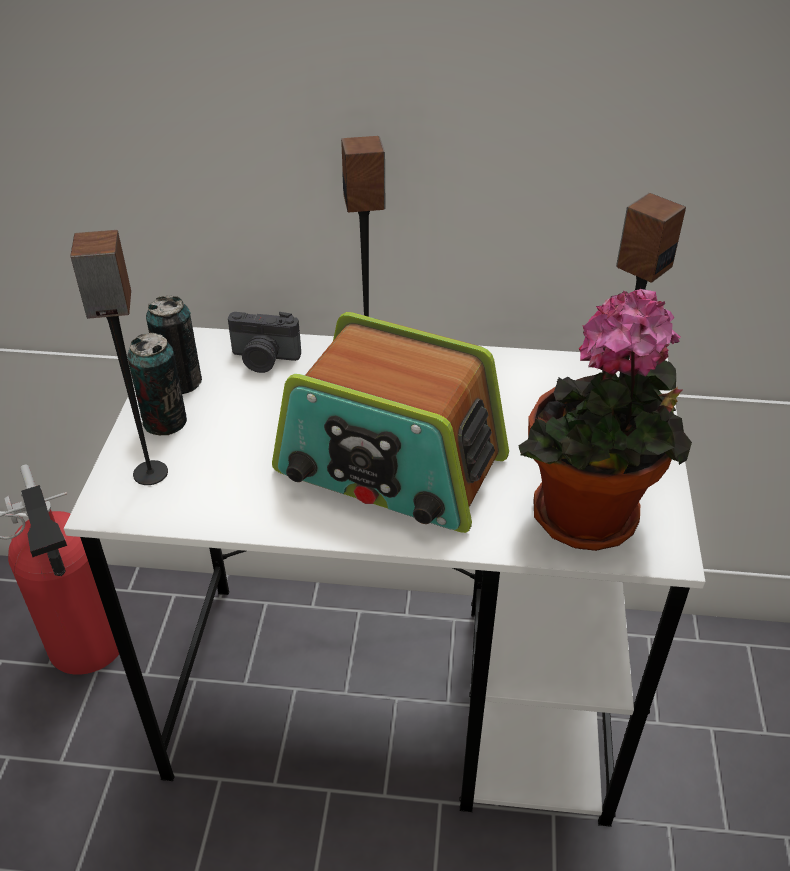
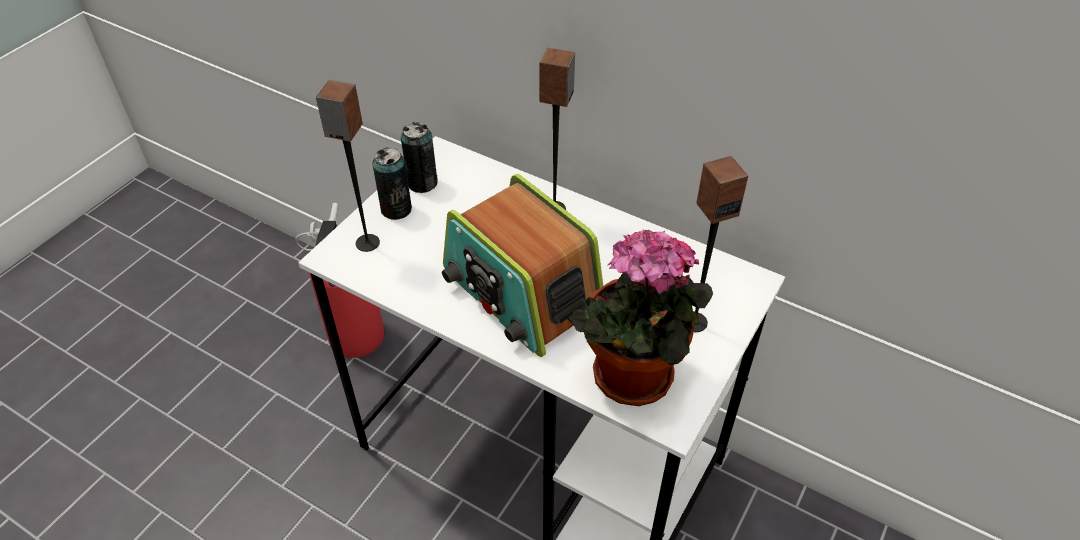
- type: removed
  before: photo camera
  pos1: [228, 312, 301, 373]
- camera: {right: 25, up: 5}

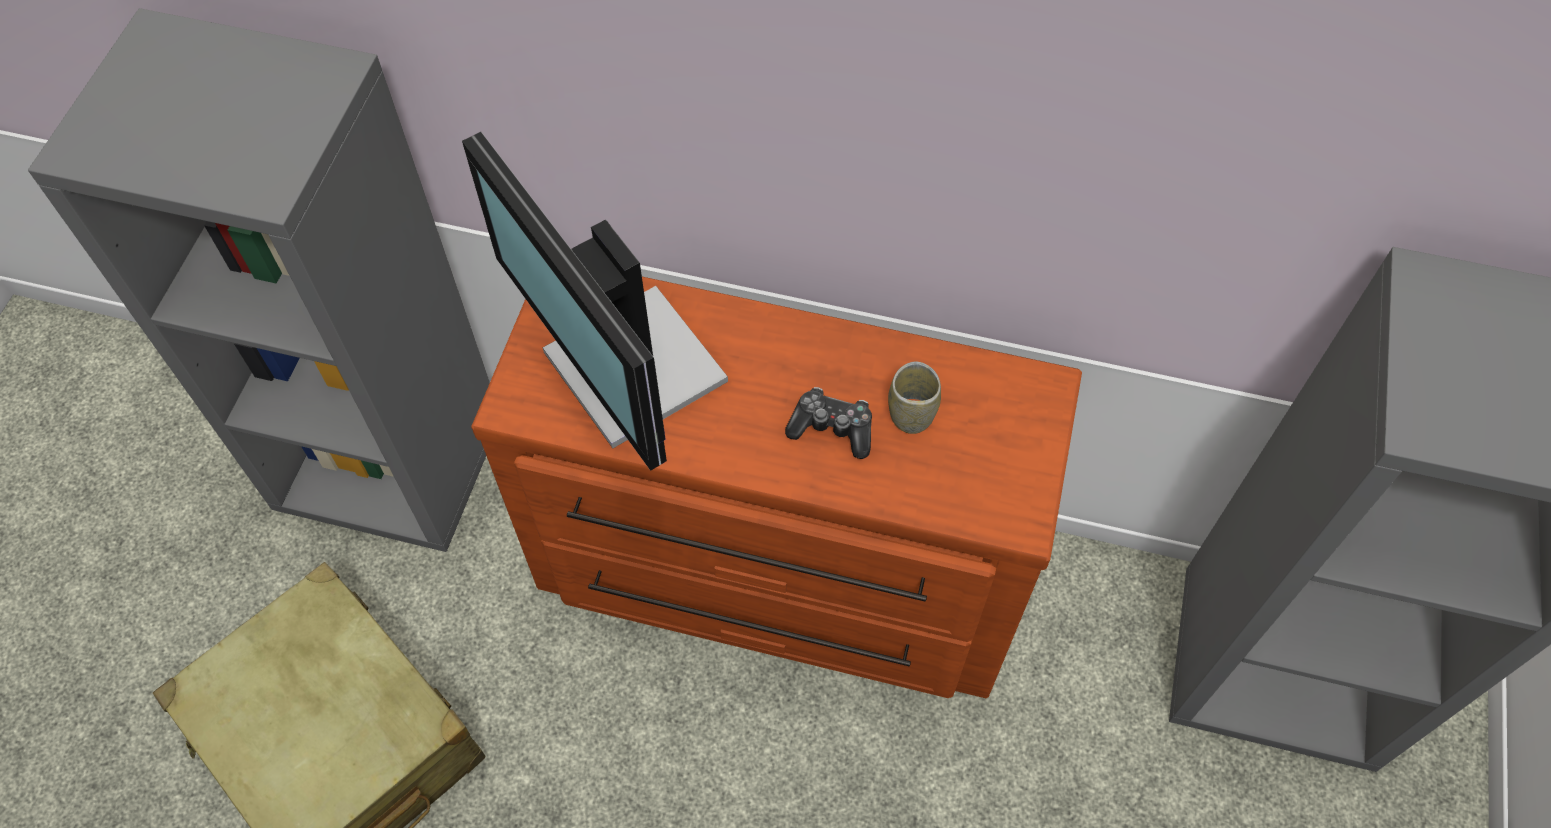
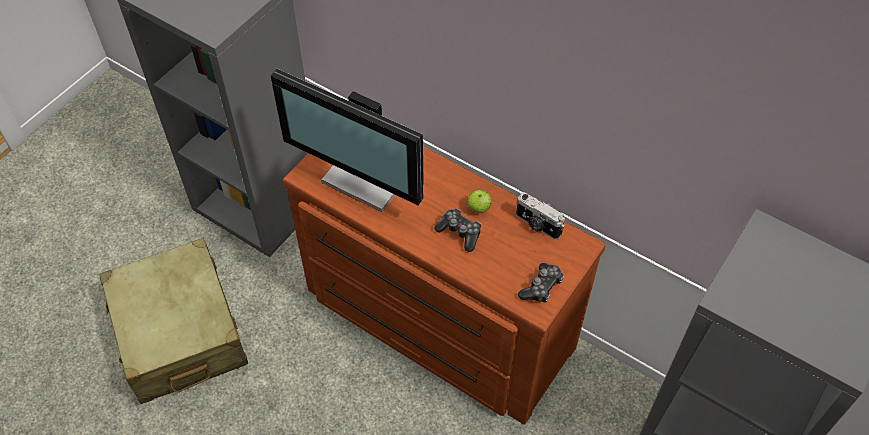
- type: turned
  before: monitor
  pos1: [462, 132, 728, 471]
  pos2: [271, 69, 424, 212]
  turn: -45
- type: added
  after: apple
  pos2: [467, 190, 492, 213]
- type: added
  after: photo camera
  pos2: [516, 192, 565, 240]
- type: added
  after: joypad
  pos2: [518, 263, 564, 303]
- type: removed
  before: drinking cup
  pos1: [888, 362, 941, 434]
- camera: {right: 20, up: -5}

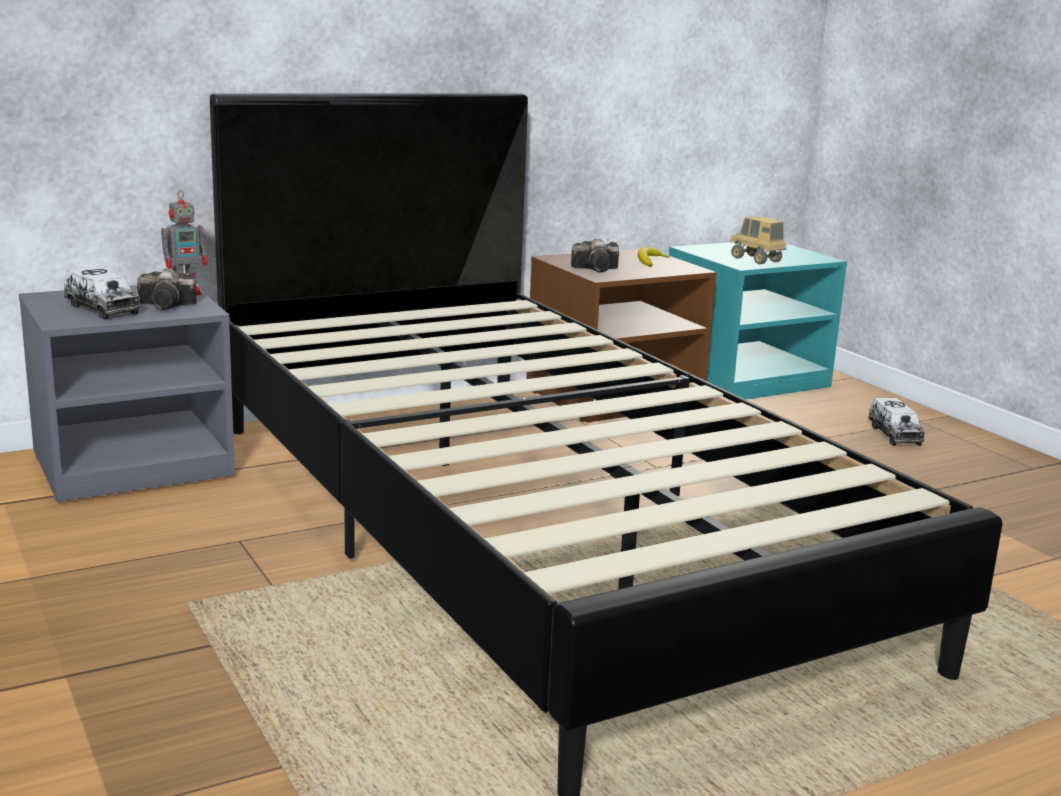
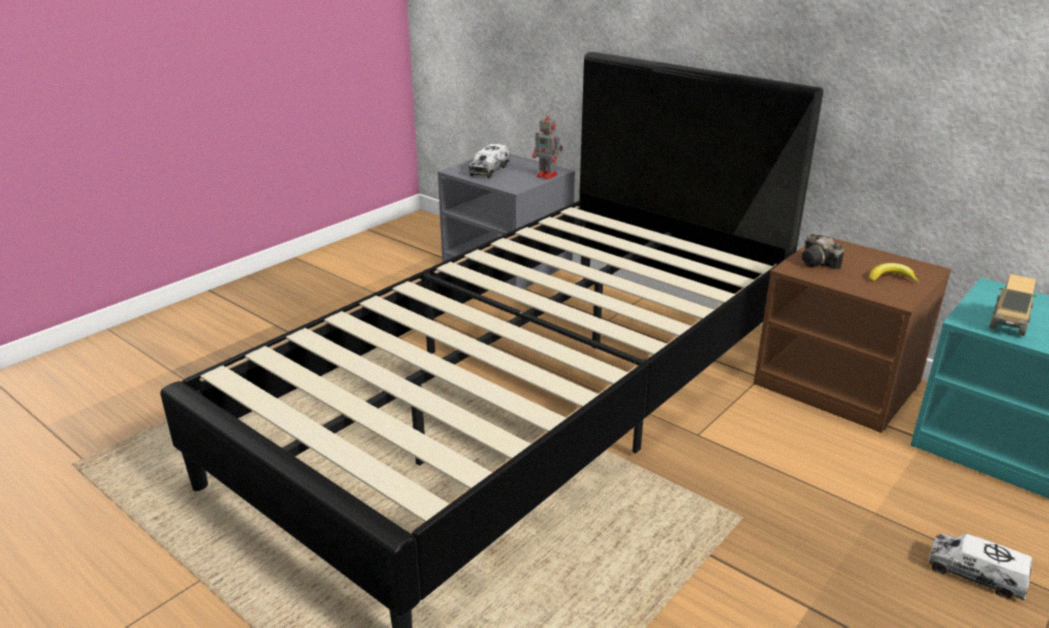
- type: turned
  before: toy lorry
  pos1: [868, 398, 925, 446]
  pos2: [929, 534, 1032, 600]
  turn: 60
- type: removed
  before: photo camera
  pos1: [137, 269, 197, 310]
- camera: {right: 70, up: 10}

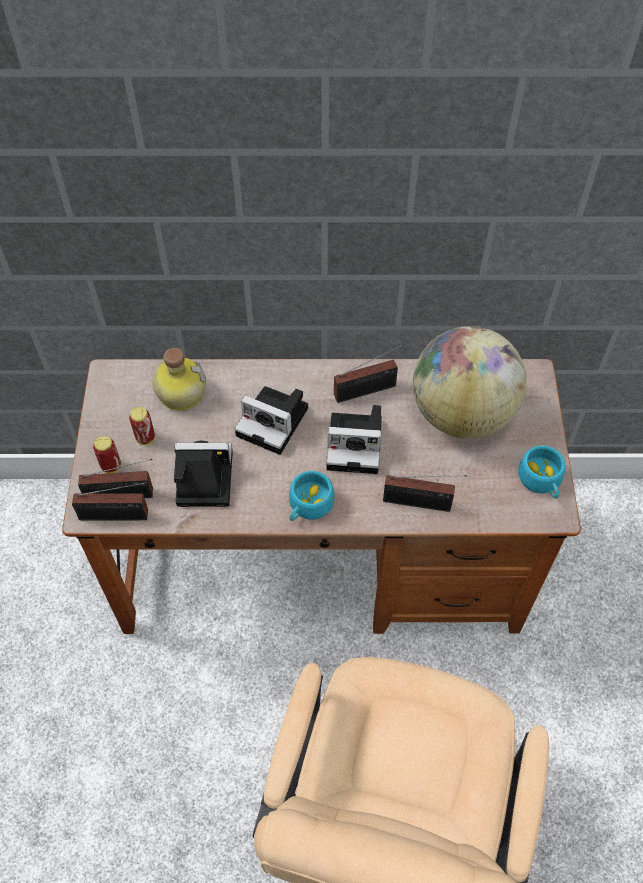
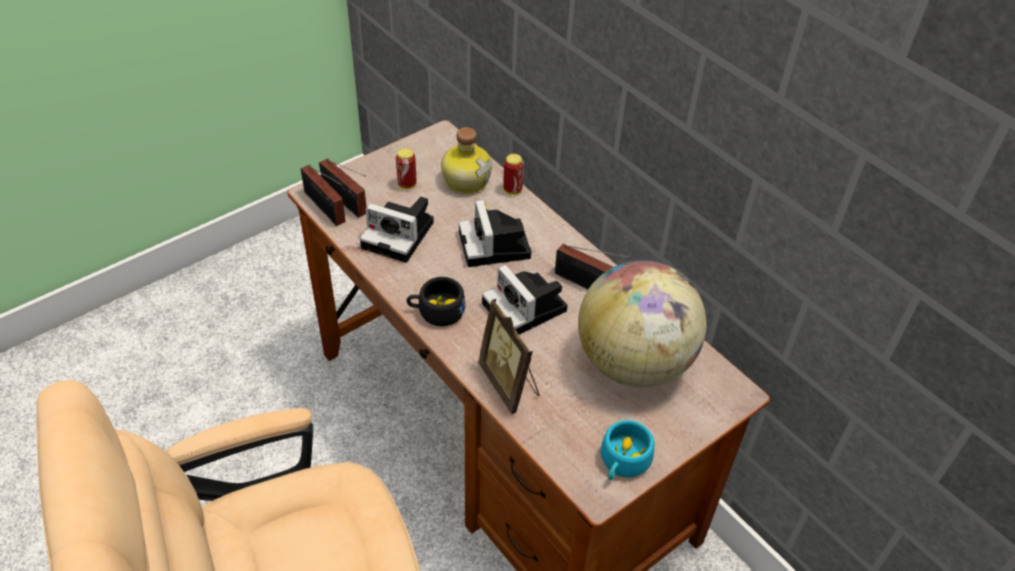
- type: turned
  before: photo camera
  pos1: [174, 440, 233, 507]
  pos2: [360, 197, 434, 263]
  turn: 150
- type: recoloured
  before: turquoise-coloured drinking cup
  after: black drinking cup
  pos1: [289, 471, 334, 521]
  pos2: [407, 277, 465, 326]
- type: replaced
  before: radio receiver
  after: photo frame
  pos1: [383, 475, 467, 512]
  pos2: [478, 299, 539, 414]
- type: moved
  before: can
  pos1: [93, 436, 121, 473]
  pos2: [503, 154, 524, 195]
- camera: {right: 50, up: -10}

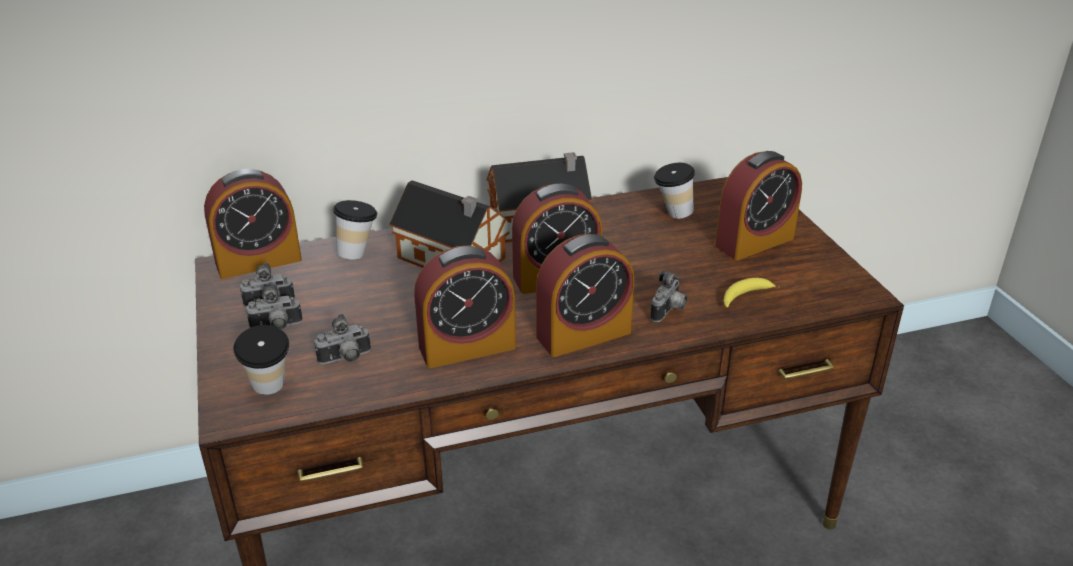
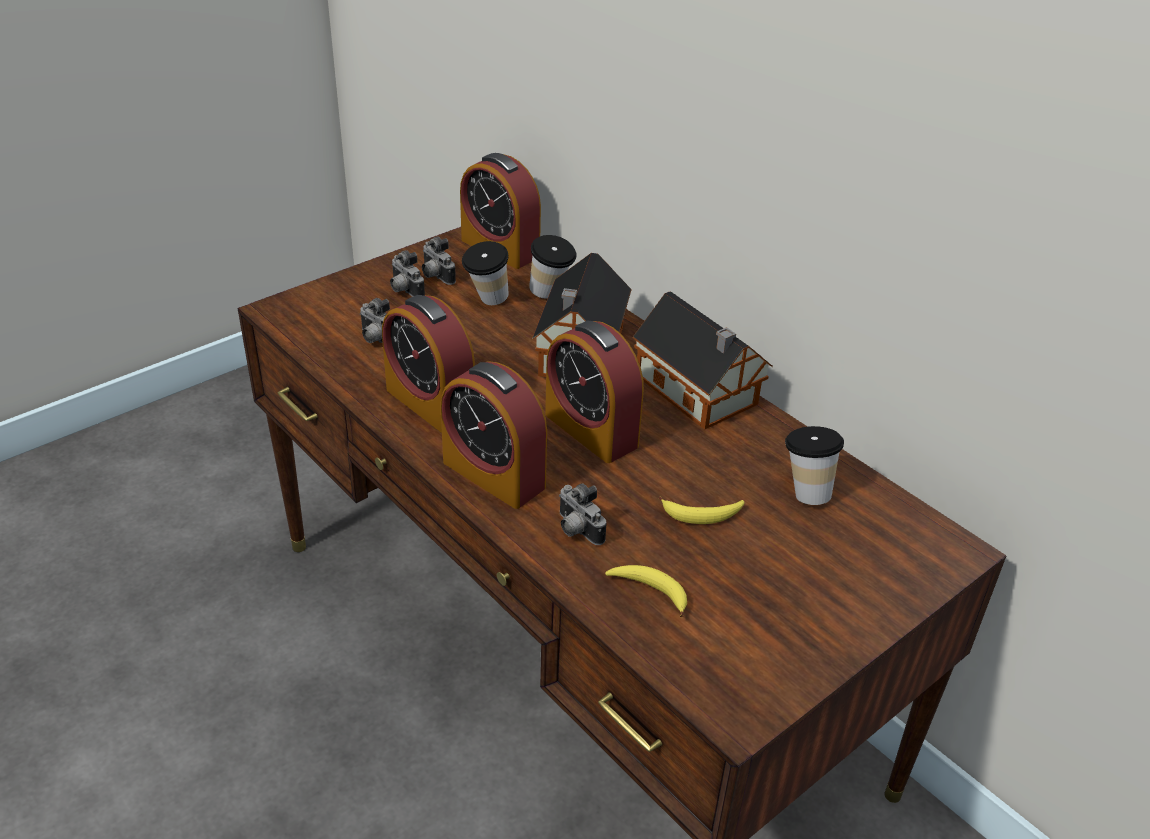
- type: moved
  before: drinking cup
  pos1: [233, 325, 289, 395]
  pos2: [462, 241, 509, 305]
- type: turned
  before: photo camera
  pos1: [650, 270, 687, 322]
  pos2: [559, 483, 606, 545]
  turn: 45
- type: added
  after: banana fruit
  pos2: [659, 496, 745, 524]
- type: removed
  before: table clock
  pos1: [715, 151, 802, 260]
- camera: {right: 65, up: 5}

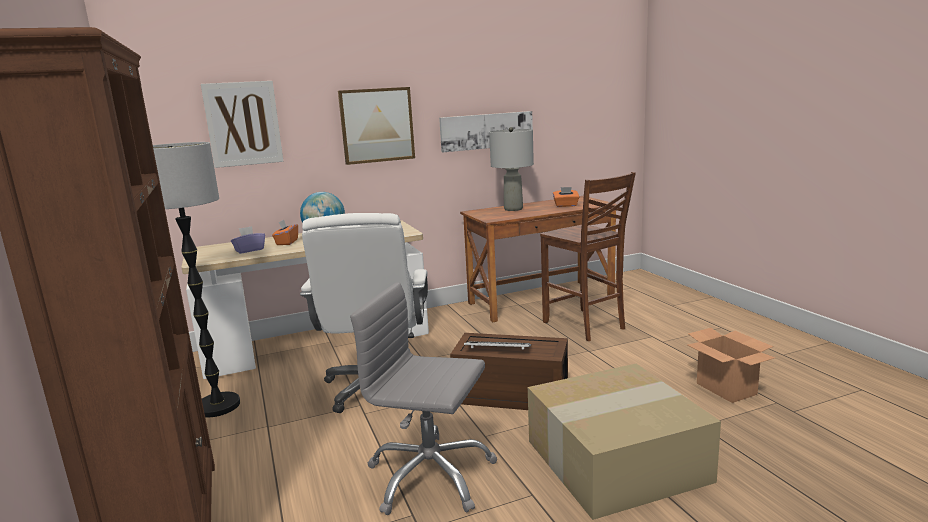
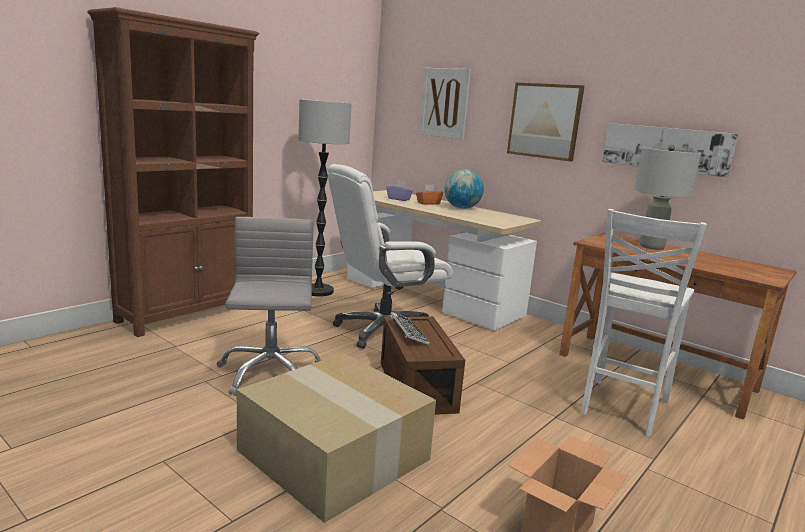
- type: recoloured
  before: brown-coloured plain chair
  after: white-coloured plain chair
  pos1: [540, 172, 636, 341]
  pos2: [581, 209, 706, 436]
- type: removed
  before: orange tissue box
  pos1: [553, 187, 579, 207]
- camera: {right: 60, up: 0}

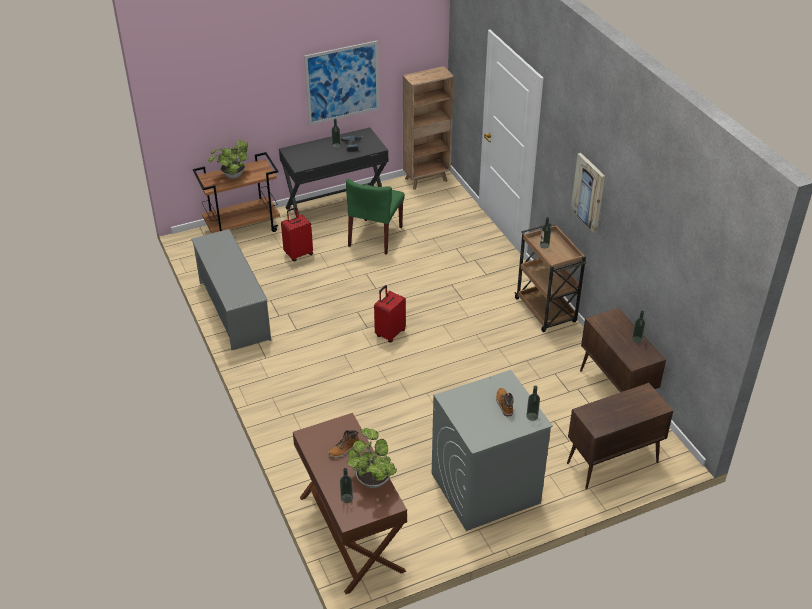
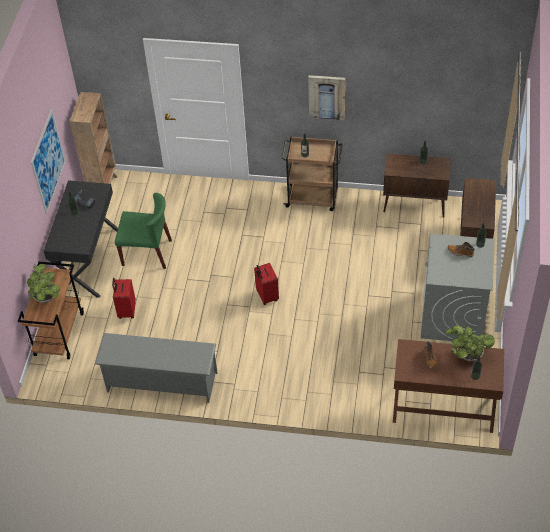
- type: turned
  before: greenish plain chair
  pos1: [346, 179, 405, 255]
  pos2: [115, 193, 172, 269]
  turn: -45
- camera: {right: -55, up: 10}

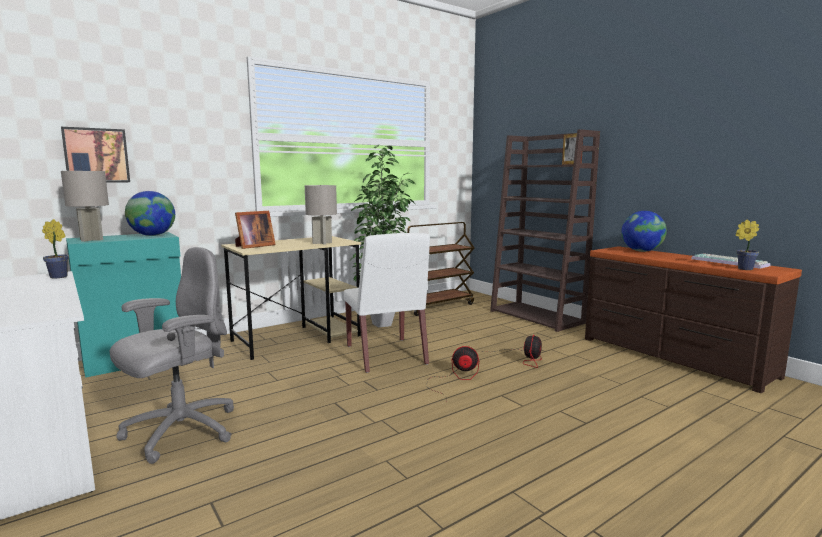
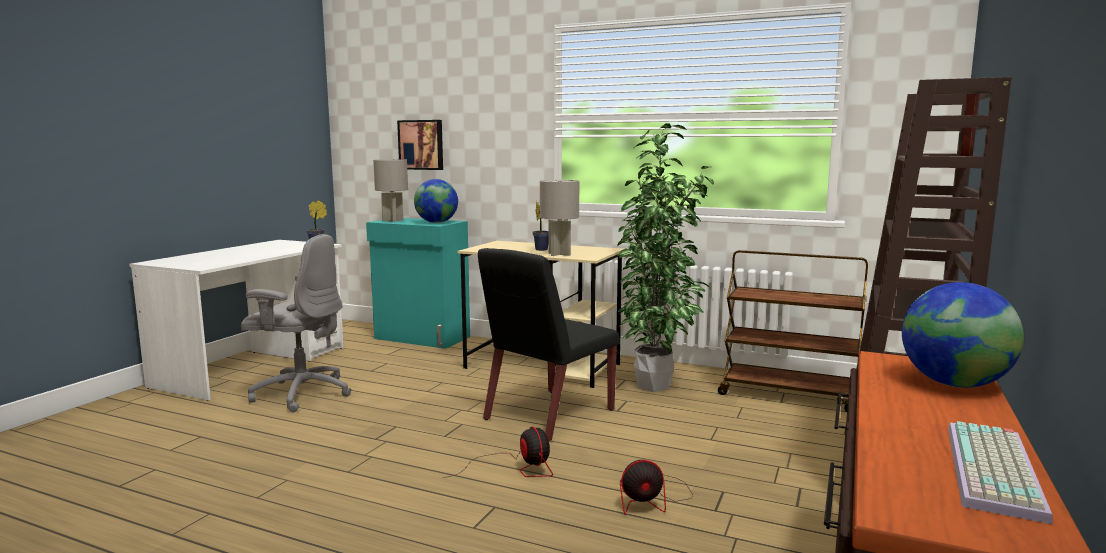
- type: recoloured
  before: white-coloured plain chair
  after: black plain chair
  pos1: [343, 233, 430, 373]
  pos2: [478, 248, 620, 442]
- type: moved
  before: houseplant
  pos1: [736, 220, 759, 270]
  pos2: [532, 201, 548, 251]
- type: removed
  before: photo frame
  pos1: [235, 211, 276, 249]
- camera: {right: 60, up: 0}

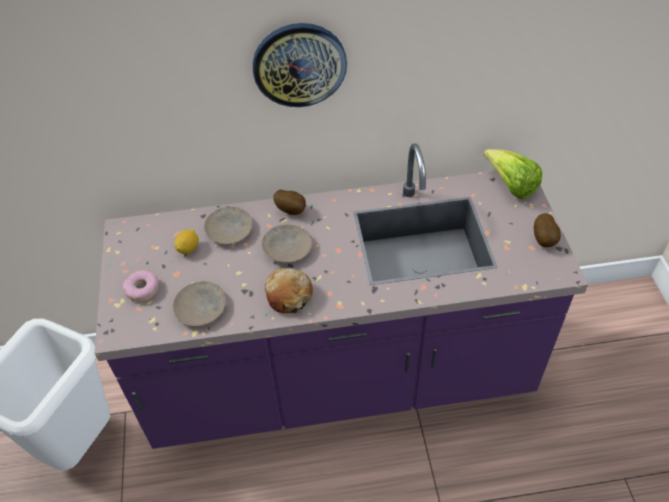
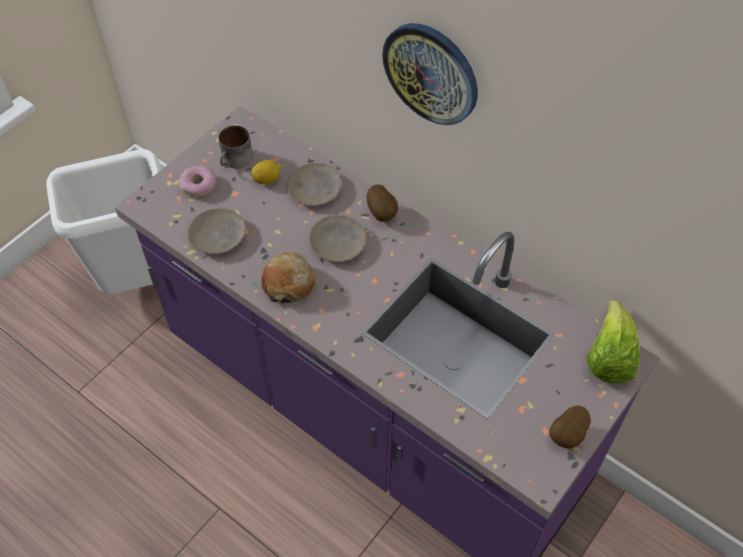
- type: added
  after: mug
  pos2: [218, 125, 253, 169]
- camera: {right: 45, up: 5}

